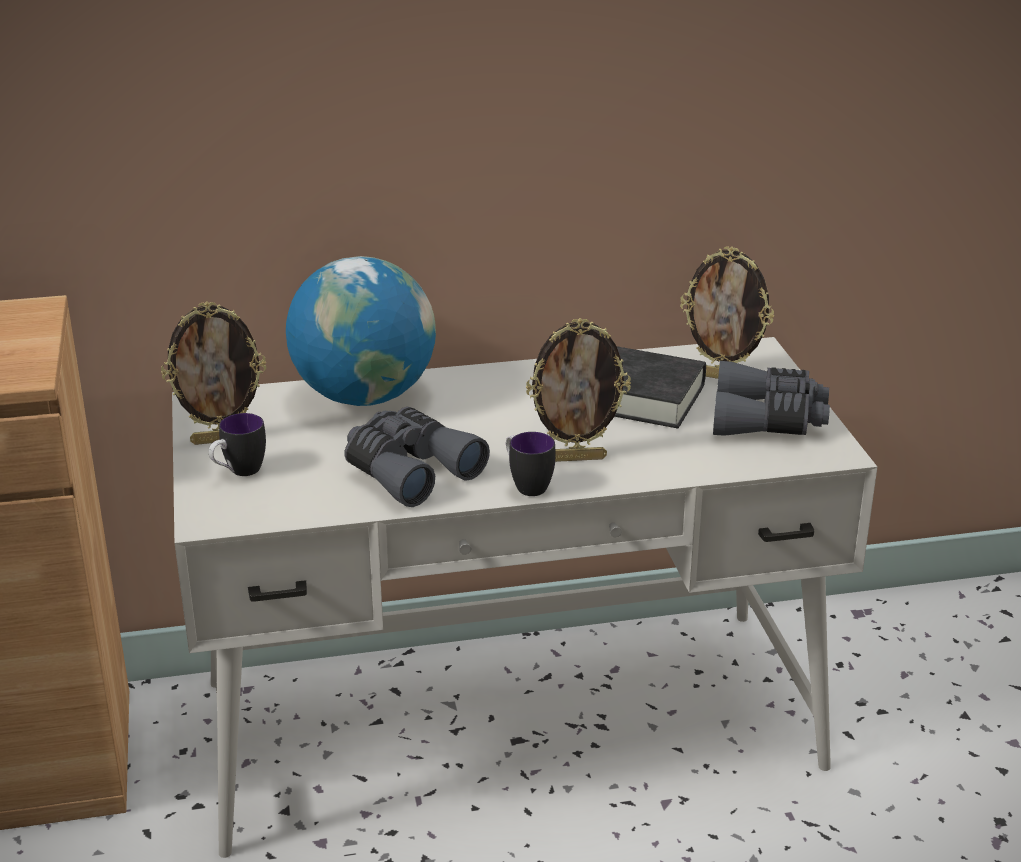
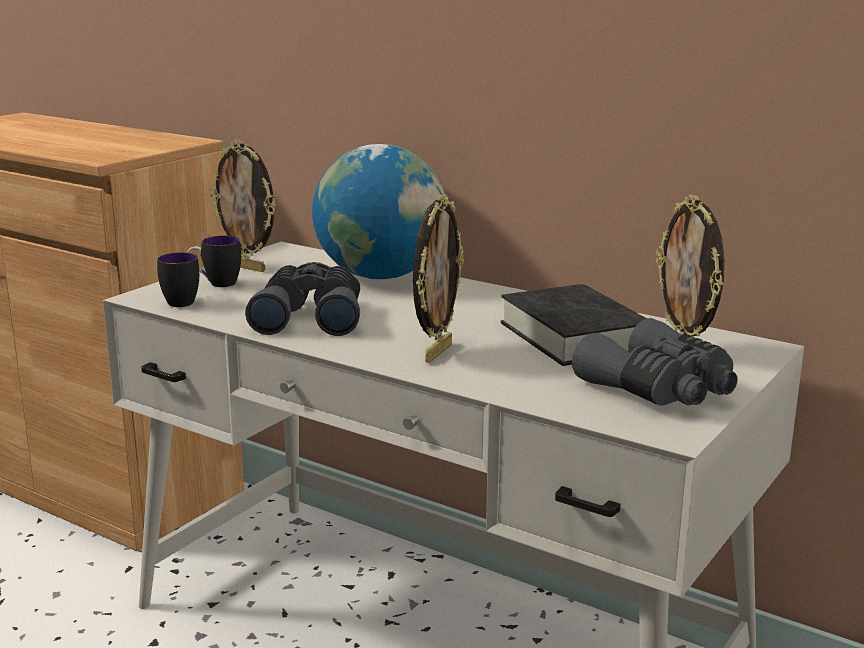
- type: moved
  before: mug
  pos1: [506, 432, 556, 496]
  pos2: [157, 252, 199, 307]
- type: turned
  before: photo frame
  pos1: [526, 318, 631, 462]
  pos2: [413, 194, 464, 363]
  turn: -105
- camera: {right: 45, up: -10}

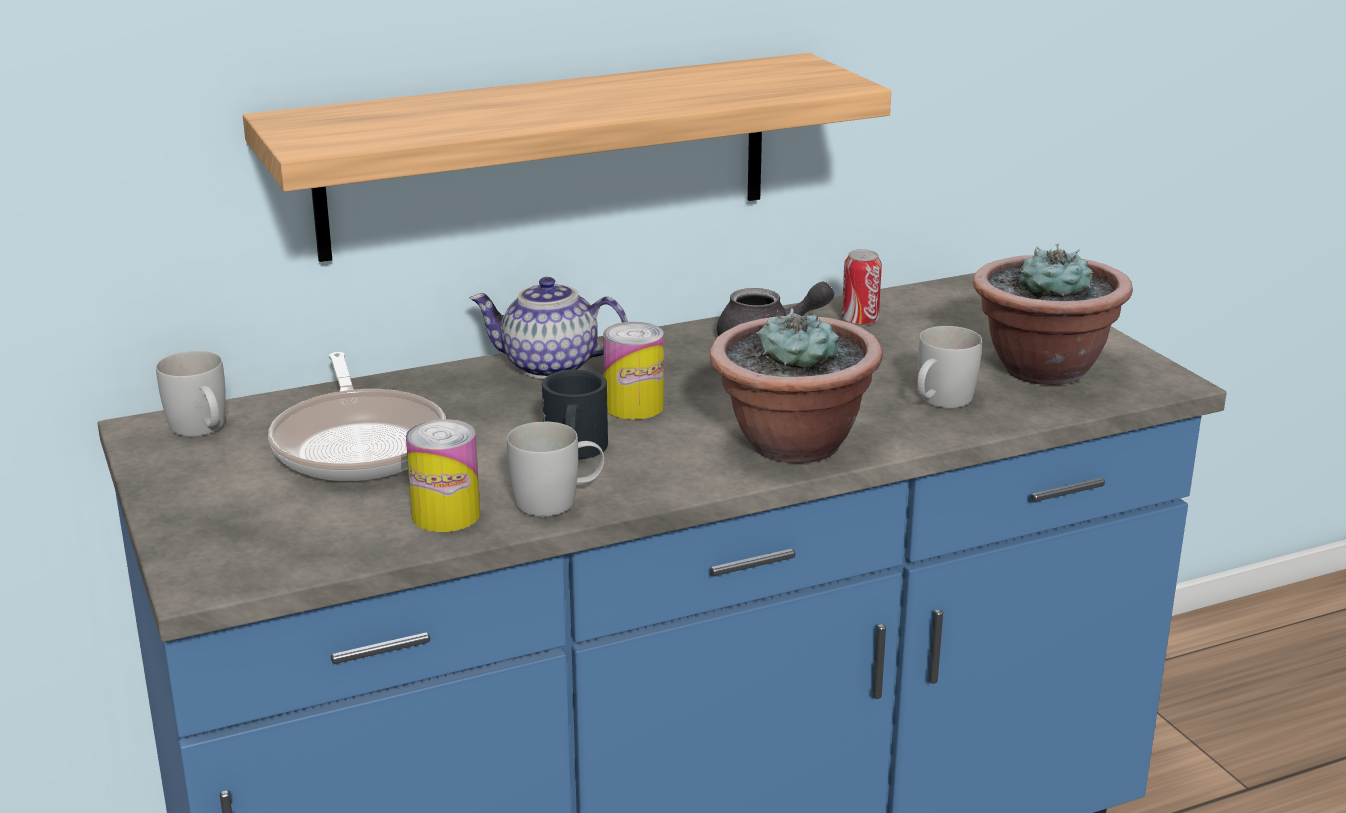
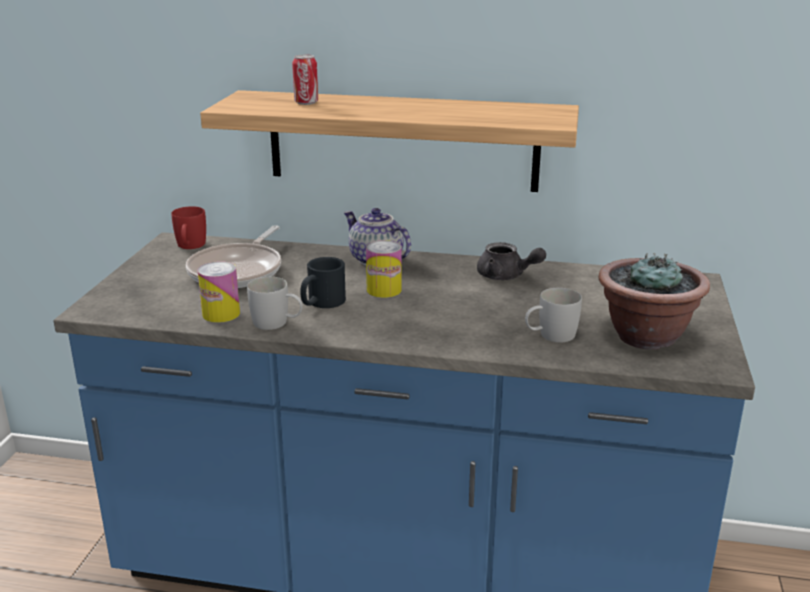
- type: recoloured
  before: white-coloured mug
  after: reddish mug
  pos1: [156, 351, 226, 436]
  pos2: [171, 206, 206, 249]
- type: moved
  before: can
  pos1: [842, 249, 882, 326]
  pos2: [292, 54, 318, 105]
- type: removed
  before: houseplant
  pos1: [710, 308, 883, 463]
- camera: {right: 35, up: 0}

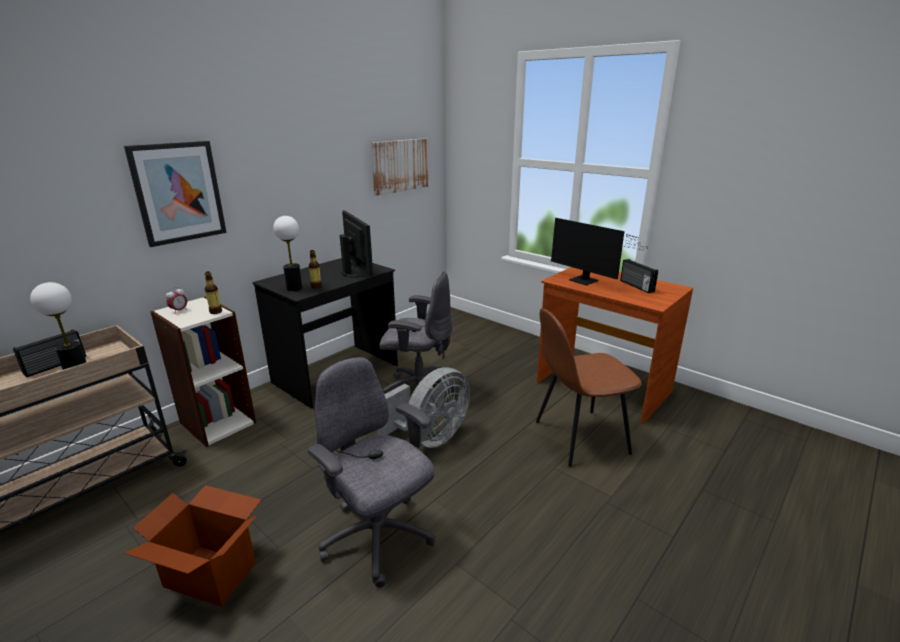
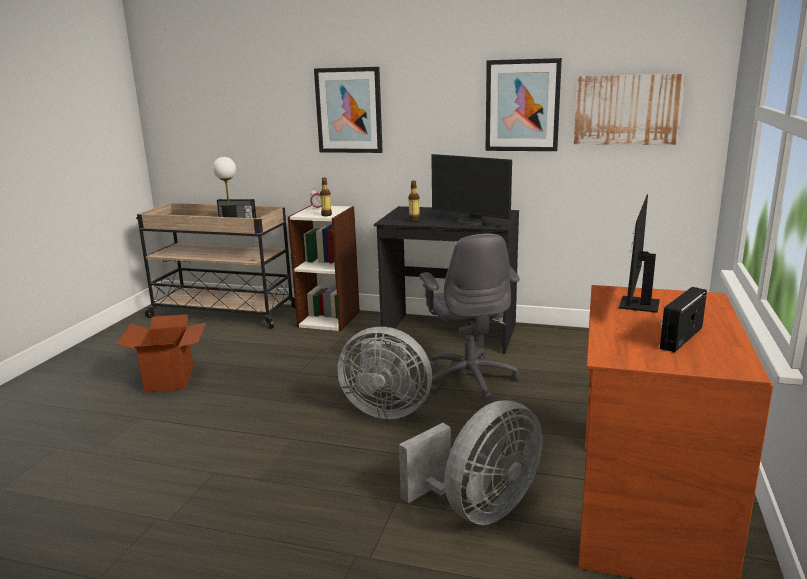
- type: replaced
  before: brown-coloured plain chair
  after: greyish fan
  pos1: [536, 308, 642, 467]
  pos2: [399, 400, 543, 525]
- type: turned
  before: monitor
  pos1: [340, 210, 373, 278]
  pos2: [431, 154, 512, 225]
  turn: 90
- type: added
  after: picture
  pos2: [485, 58, 562, 151]
- type: removed
  before: table lamp
  pos1: [273, 216, 302, 291]
- type: removed
  before: greyish computer chair
  pos1: [307, 357, 436, 587]
- camera: {right: 65, up: -5}

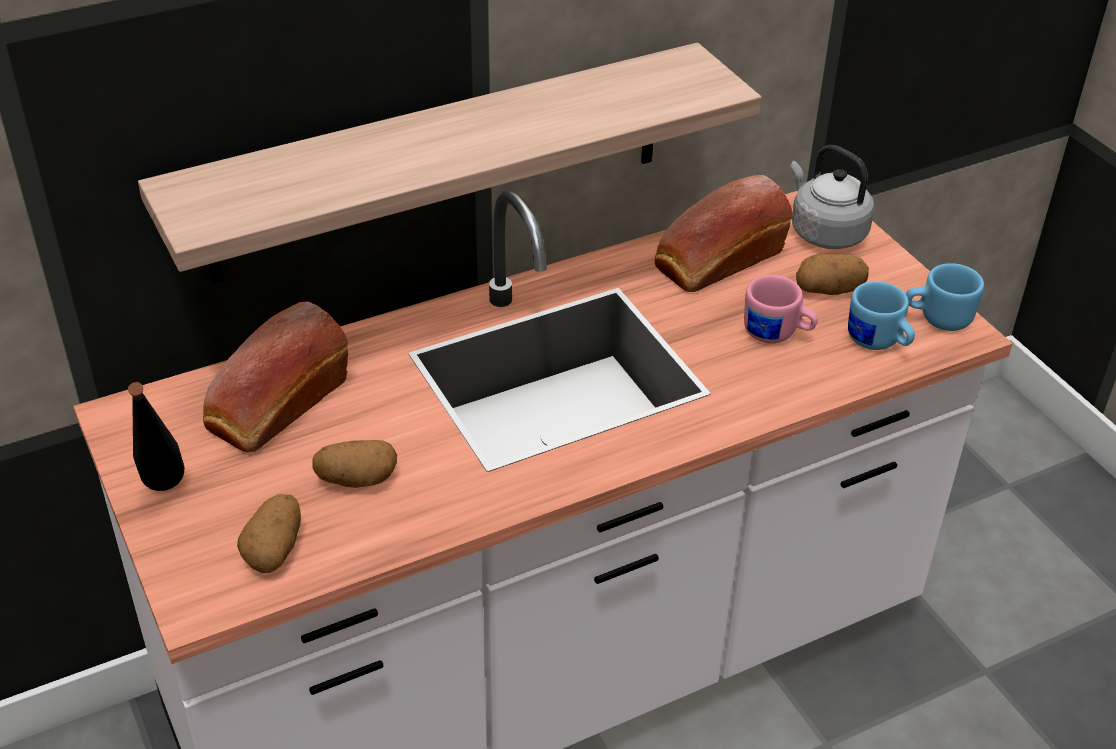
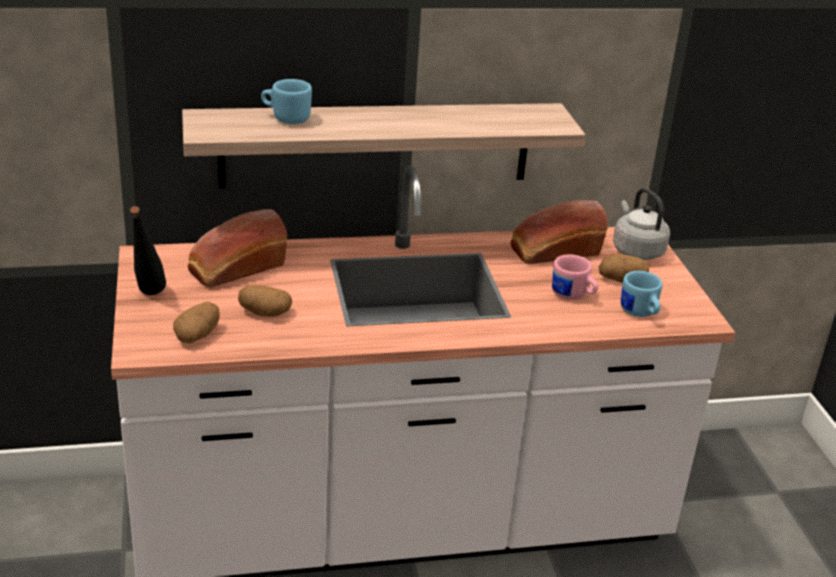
- type: moved
  before: blue mug
  pos1: [906, 263, 984, 331]
  pos2: [261, 79, 312, 124]
- camera: {right: 15, up: -10}

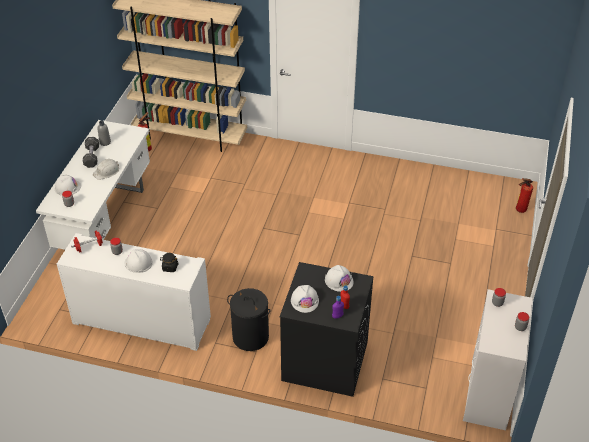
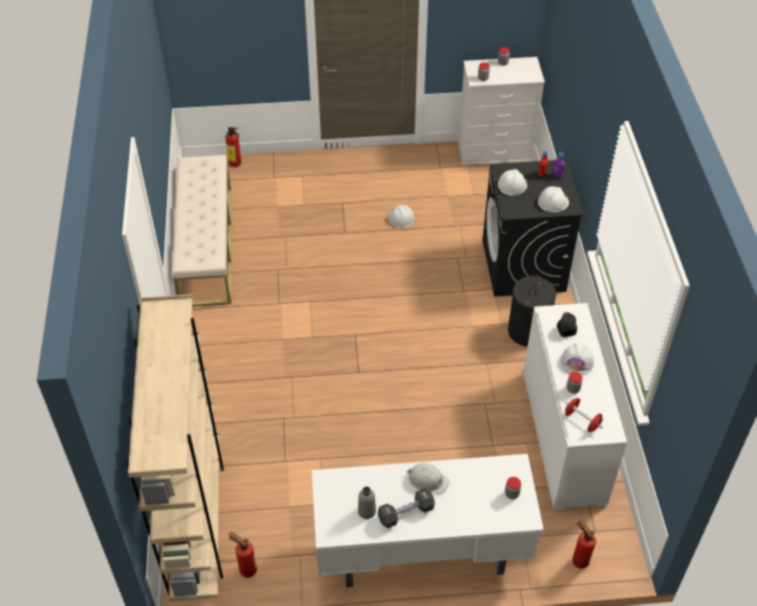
- type: added
  after: beige long seat
  pos2: [172, 155, 231, 307]
- type: moved
  before: white-coloured safety helmet
  pos1: [55, 175, 81, 196]
  pos2: [388, 205, 415, 228]
- type: added
  after: fire-fighting cylinder
  pos2: [572, 519, 596, 569]
- camera: {right: -110, up: 5}

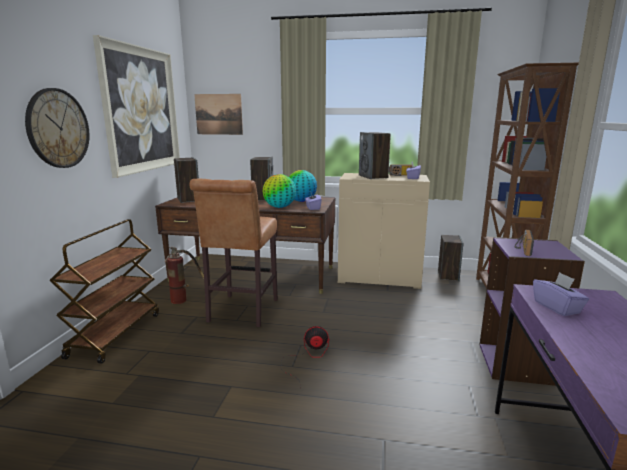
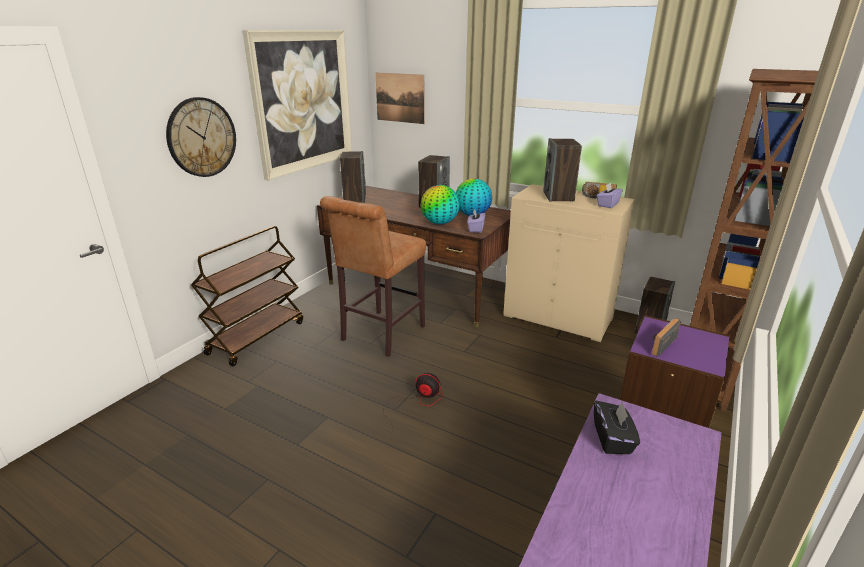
- type: recoloured
  before: purple-coloured tissue box
  after: black tissue box
  pos1: [533, 272, 589, 316]
  pos2: [594, 400, 640, 454]
- type: removed
  before: fire-fighting cylinder
  pos1: [165, 247, 204, 304]
- camera: {right: 20, up: 10}

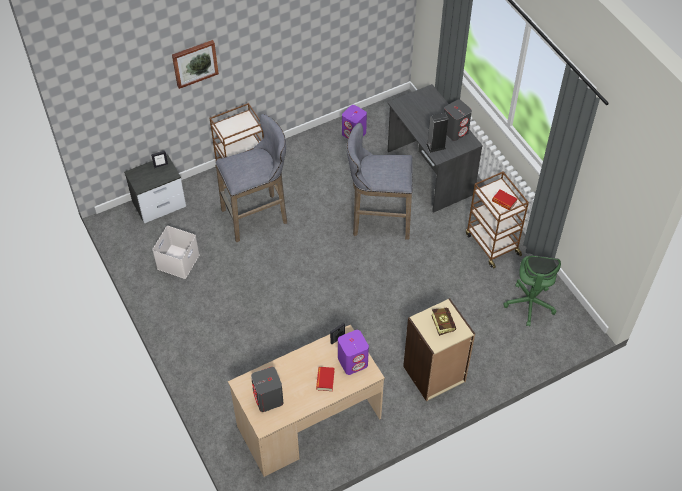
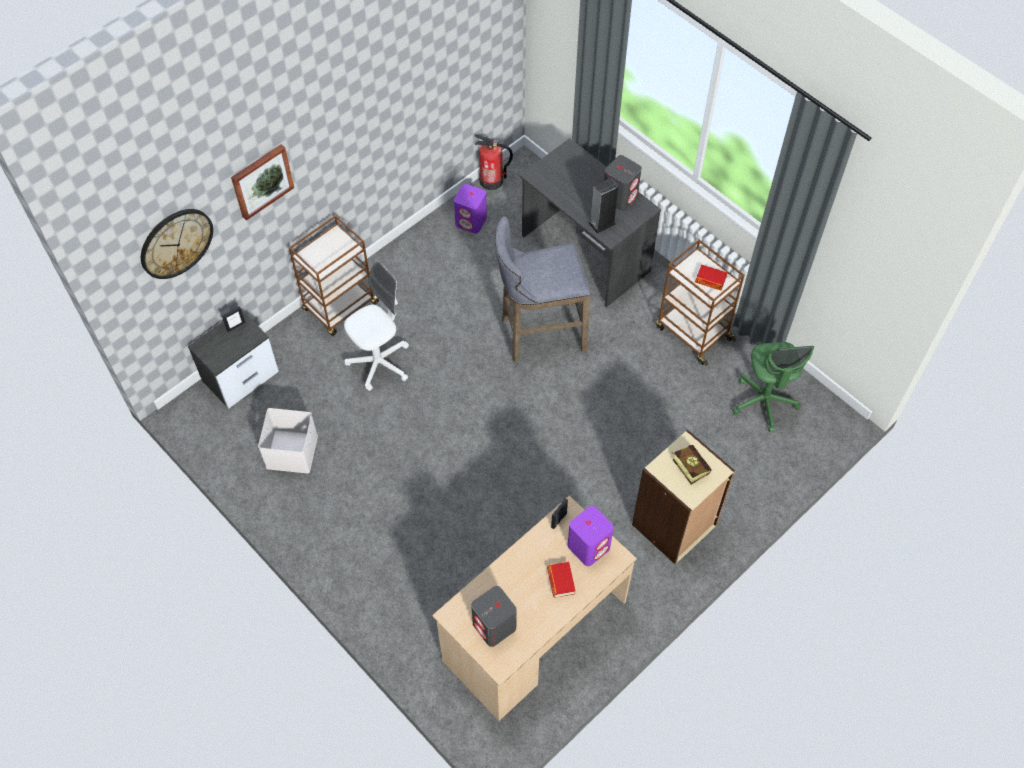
- type: added
  after: wall clock
  pos2: [141, 209, 213, 279]
- type: replaced
  before: greyish stool seat
  after: white-coloured computer chair
  pos1: [216, 114, 287, 242]
  pos2: [344, 261, 409, 391]
- type: added
  after: fire-fighting cylinder
  pos2: [475, 135, 513, 190]
- camera: {right: -15, up: 5}

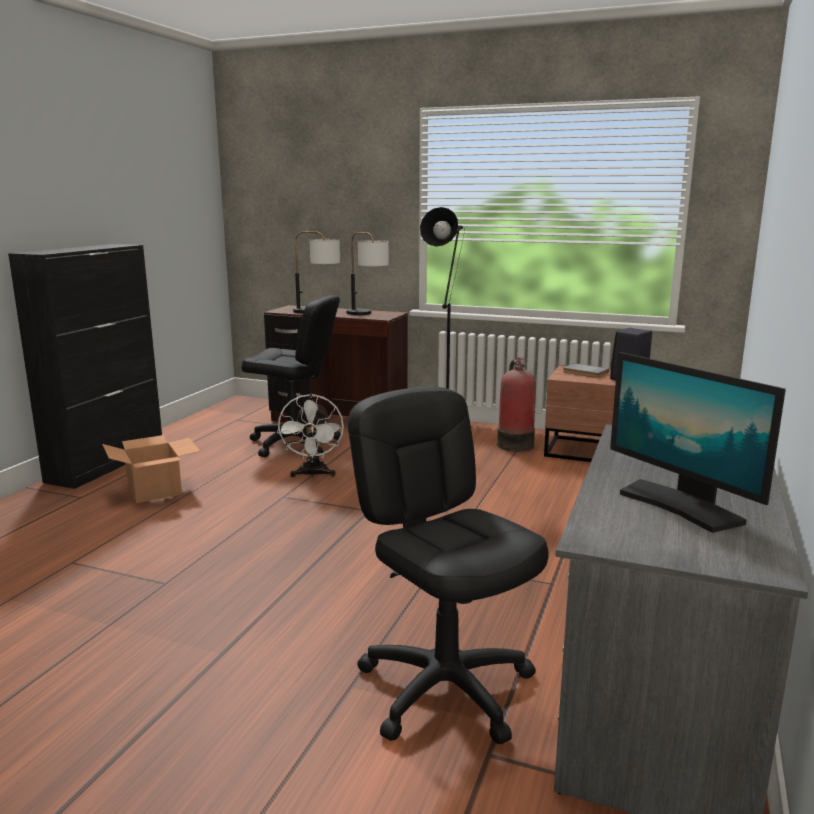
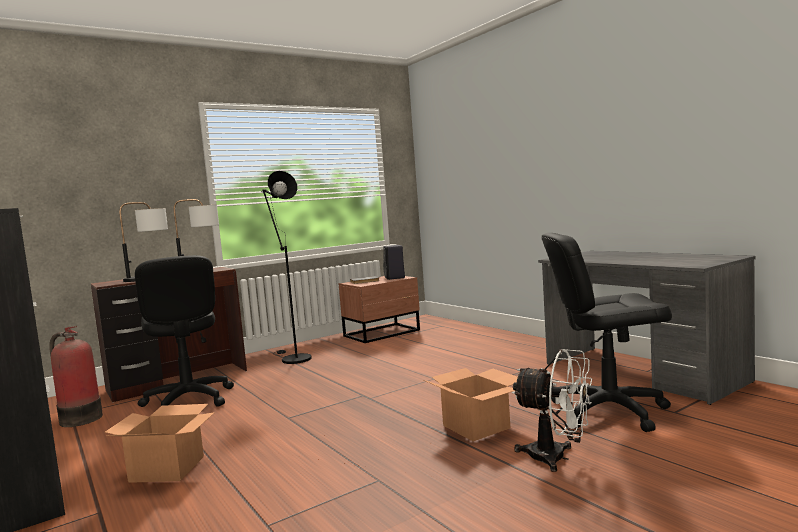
- type: moved
  before: fire-fighting cylinder
  pos1: [497, 357, 536, 452]
  pos2: [49, 326, 103, 427]
- type: turned
  before: black computer chair
  pos1: [241, 295, 341, 457]
  pos2: [135, 255, 234, 407]
  turn: 105
- type: added
  after: packing box
  pos2: [423, 368, 518, 441]
- type: moved
  before: white-coloured fan
  pos1: [277, 394, 344, 478]
  pos2: [512, 349, 592, 472]
- type: removed
  before: monitor
  pos1: [610, 352, 786, 533]
- camera: {right: -55, up: -10}

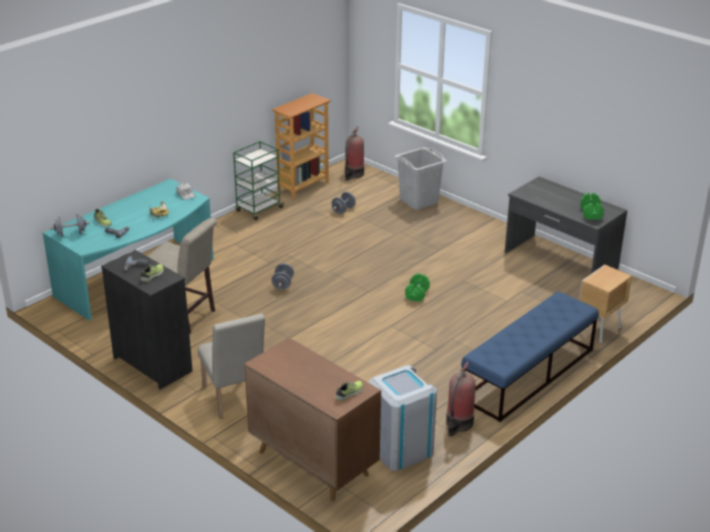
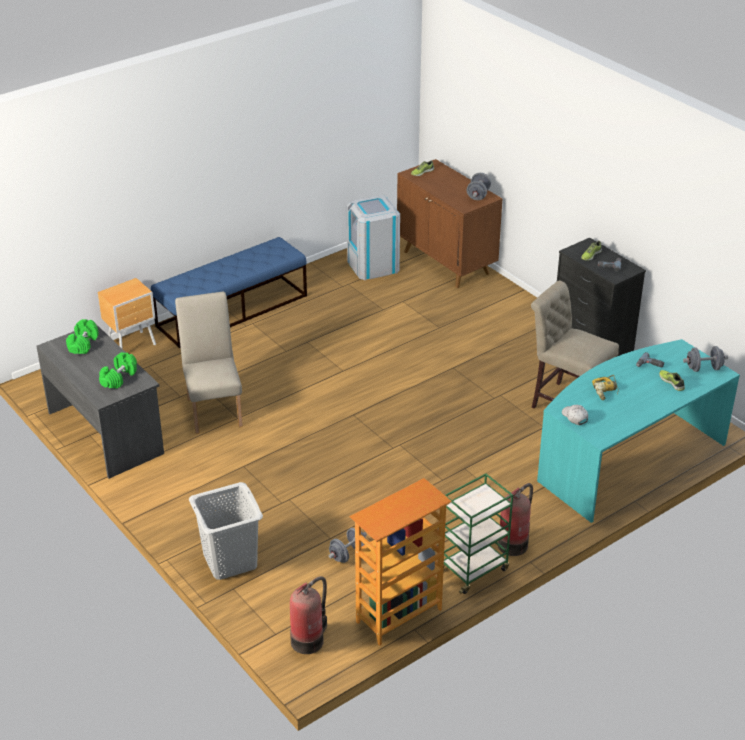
- type: moved
  before: greenish free weight
  pos1: [405, 273, 430, 302]
  pos2: [99, 352, 137, 389]
- type: moved
  before: beige plain chair
  pos1: [198, 313, 265, 419]
  pos2: [175, 291, 243, 434]
- type: moved
  before: greyish free weight
  pos1: [272, 263, 294, 290]
  pos2: [467, 173, 491, 200]
- type: moved
  before: fire-fighting cylinder
  pos1: [446, 362, 476, 437]
  pos2: [498, 483, 533, 556]
- camera: {right: -170, up: 5}

